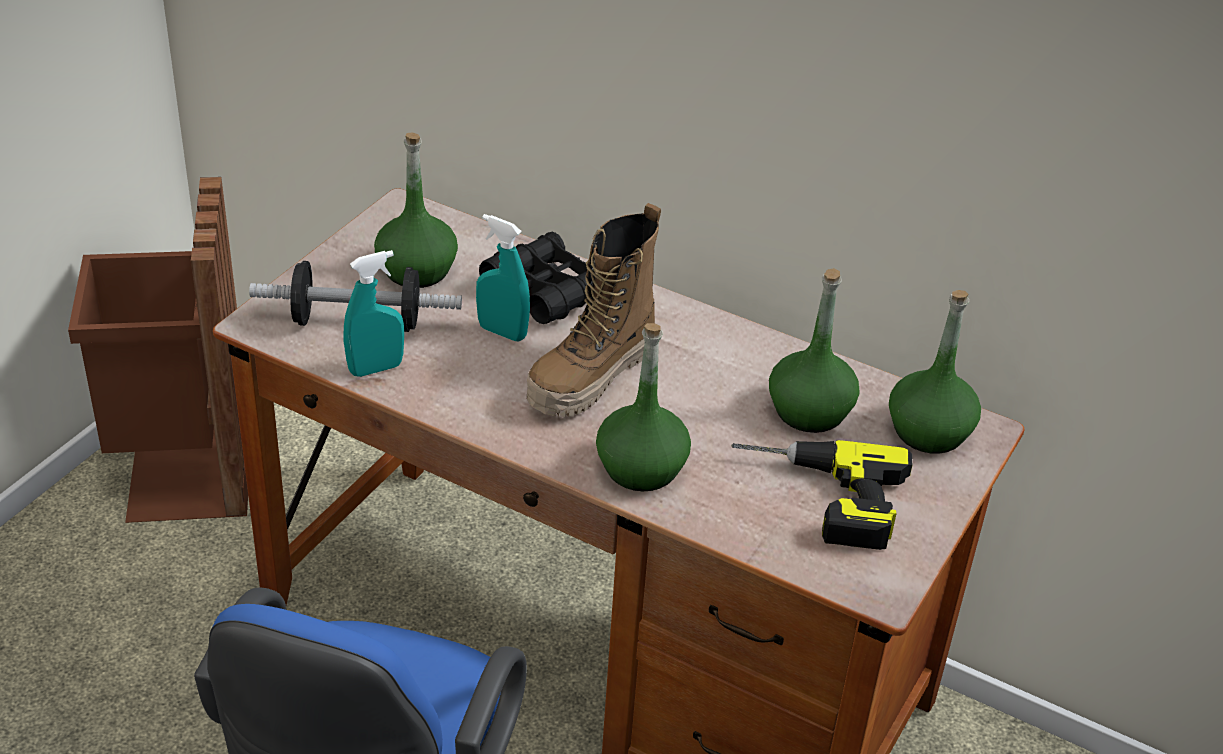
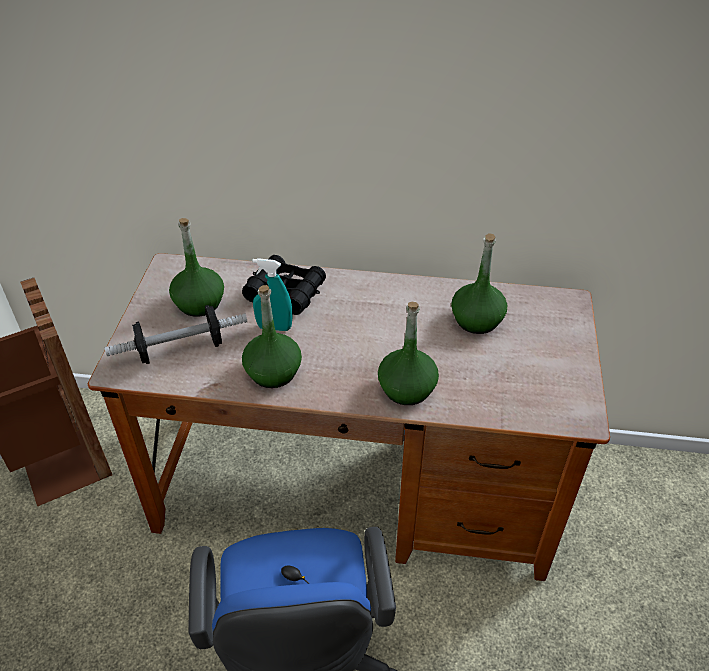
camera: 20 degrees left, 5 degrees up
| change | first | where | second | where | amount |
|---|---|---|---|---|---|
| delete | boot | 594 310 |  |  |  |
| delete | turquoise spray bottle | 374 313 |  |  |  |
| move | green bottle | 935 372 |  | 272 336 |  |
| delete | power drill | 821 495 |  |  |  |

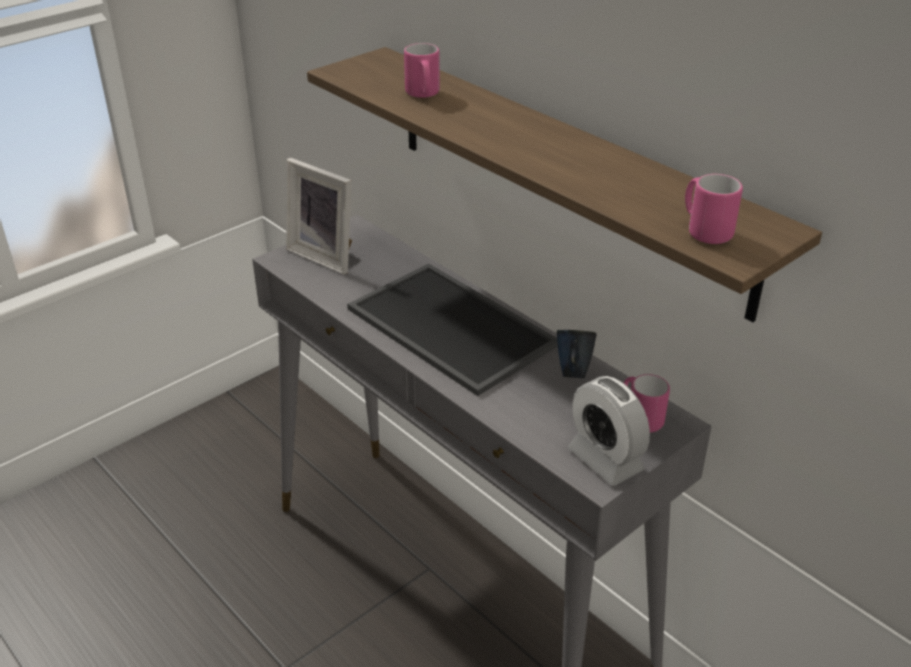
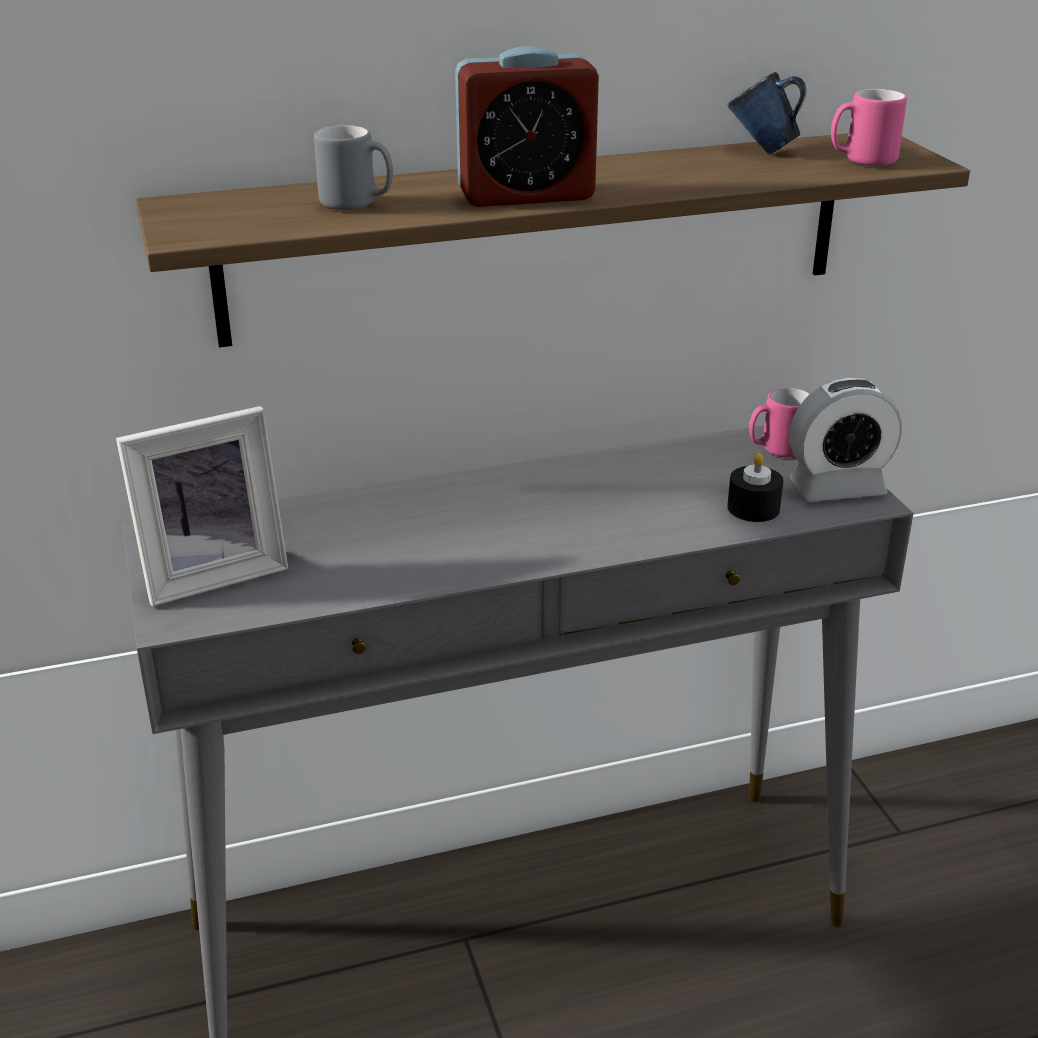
camera: 65 degrees left, 5 degrees down
| change | first | where | second | where | amount |
|---|---|---|---|---|---|
| recolor | pink mug | 422 70 | grey mug | 353 167 |  |
| delete | tray | 452 330 |  |  |  |
| move | blue mug | 576 354 |  | 767 113 |  |
| insert |  |  | alarm clock | 527 126 |  |
| insert |  |  | black candle | 755 487 |  |

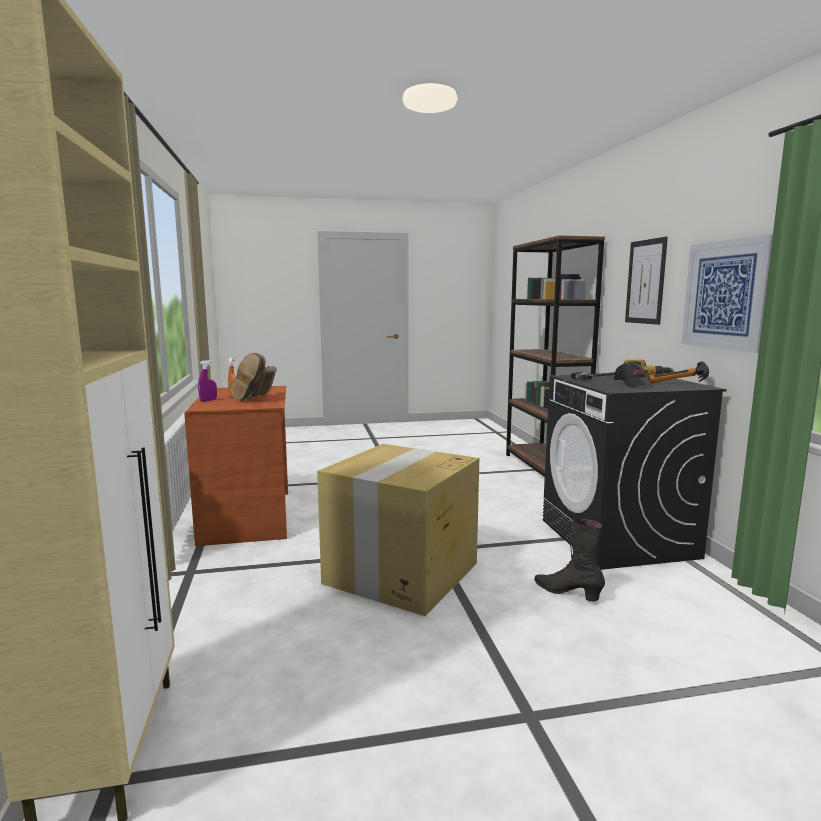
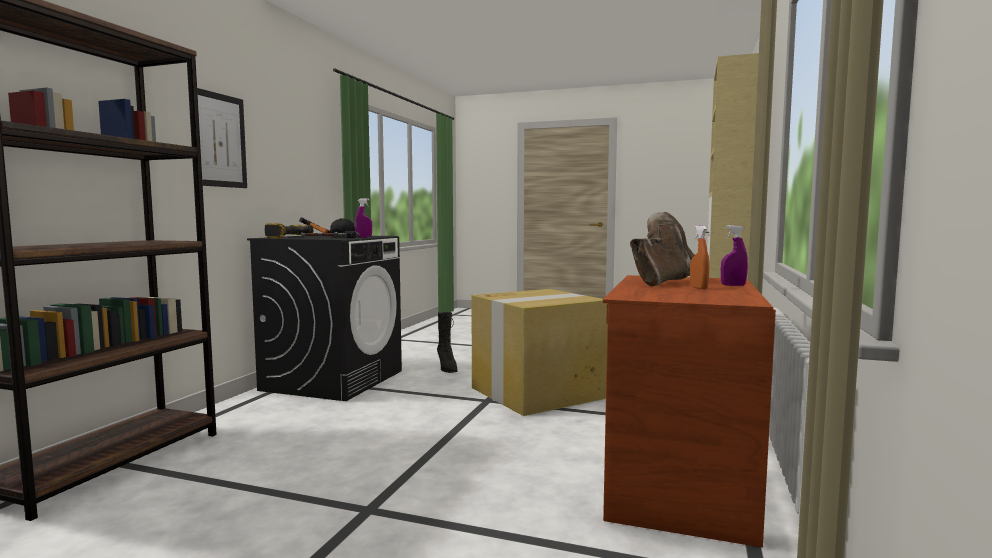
camera: 150 degrees left, 5 degrees down
| change | first | where | second | where | amount |
|---|---|---|---|---|---|
| delete | picture | 727 293 |  |  |  |
| insert |  |  | purple spray bottle | 363 217 |  |

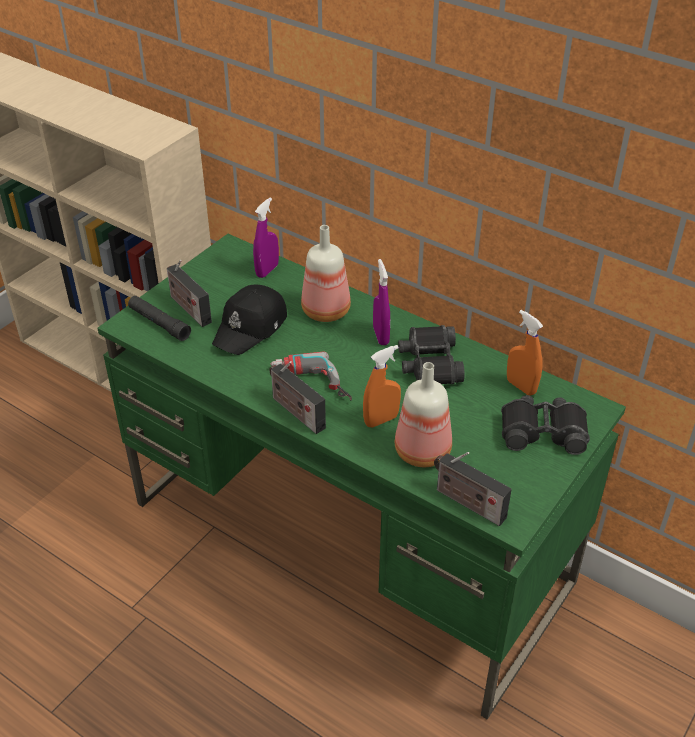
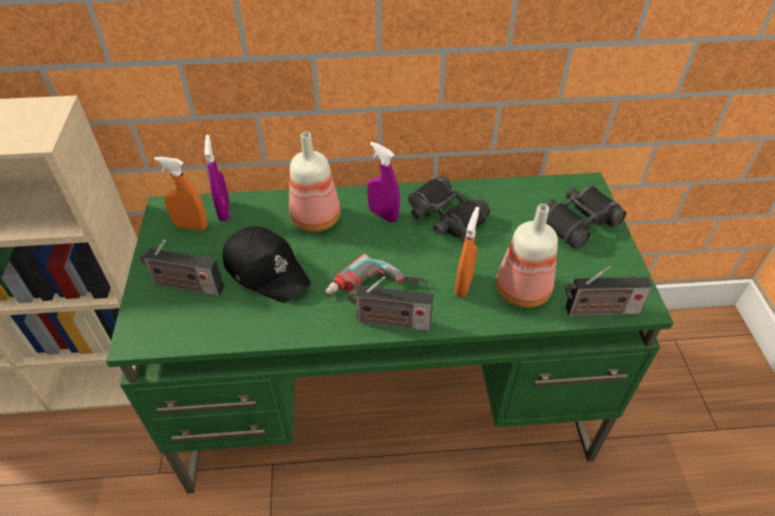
camera: 40 degrees left, 5 degrees up
| change | first | where | second | where | amount |
|---|---|---|---|---|---|
| rotate | black cap | 249 319 |  | 267 264 | 45 degrees counterclockwise |
| delete | black flashlight | 159 318 |  |  |  |
| move | orange spray bottle | 525 353 |  | 180 194 |  |

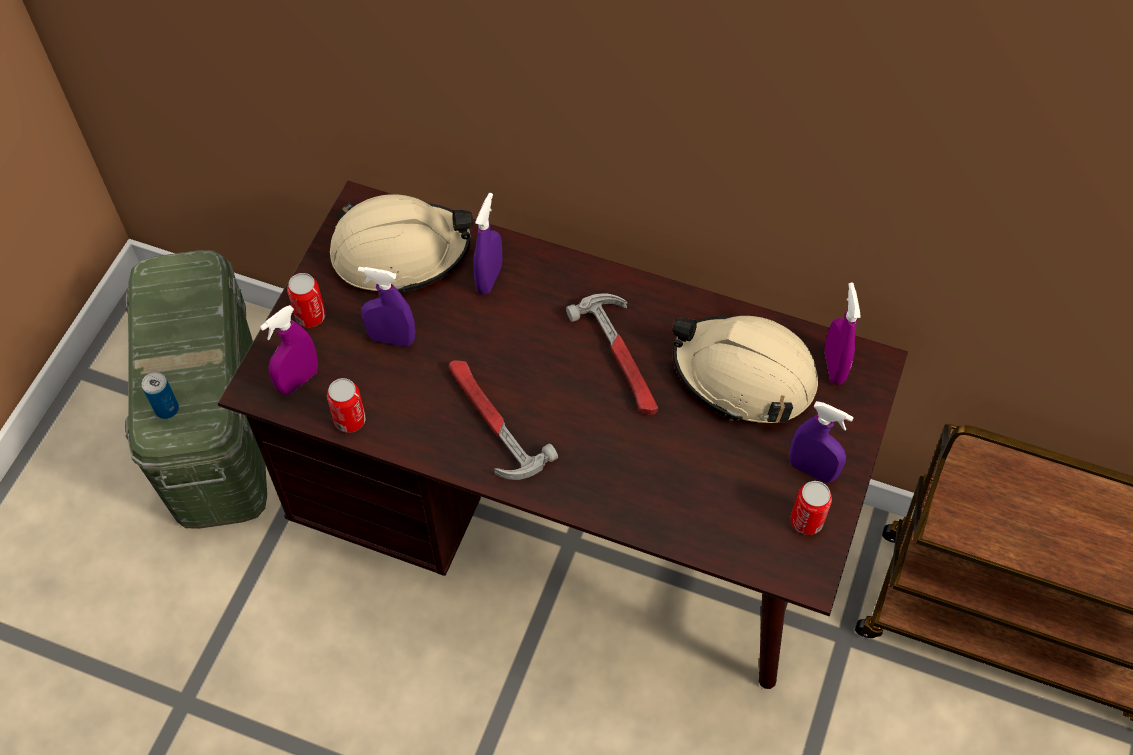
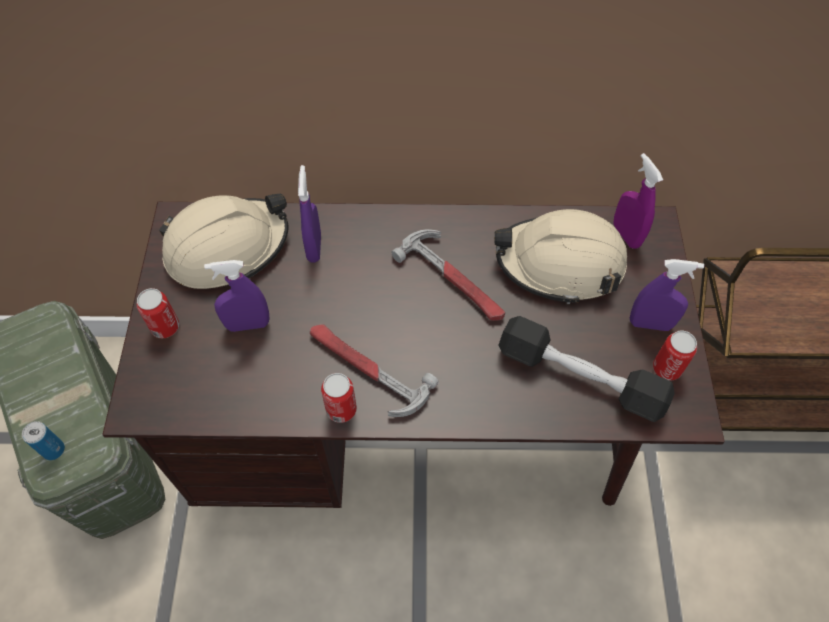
camera: 20 degrees left, 0 degrees up
| change | first | where | second | where | amount |
|---|---|---|---|---|---|
| delete | purple spray bottle | 289 350 |  |  |  |
| move | can | 346 405 |  | 339 398 |  |
| insert |  |  | black dumbbell | 586 369 |  |

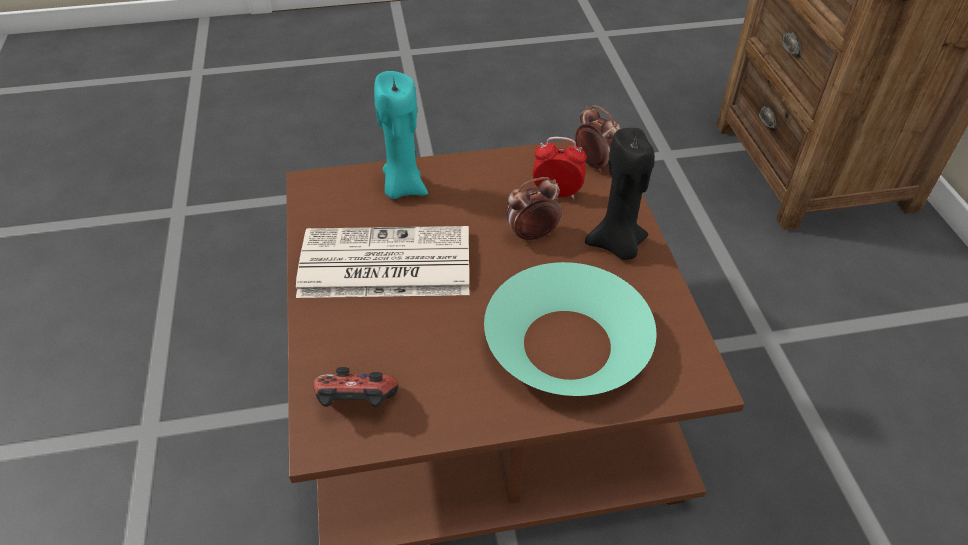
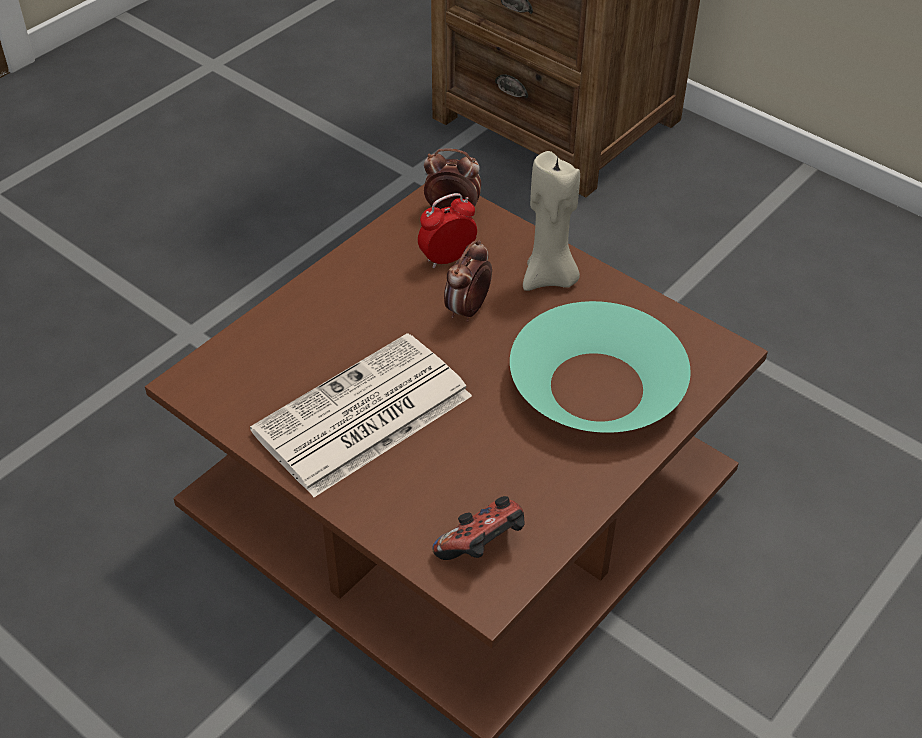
camera: 40 degrees left, 0 degrees up
| change | first | where | second | where | amount |
|---|---|---|---|---|---|
| delete | turquoise candle | 401 135 |  |  |  |
| recolor | black candle | 620 193 | beige candle | 551 221 |  |

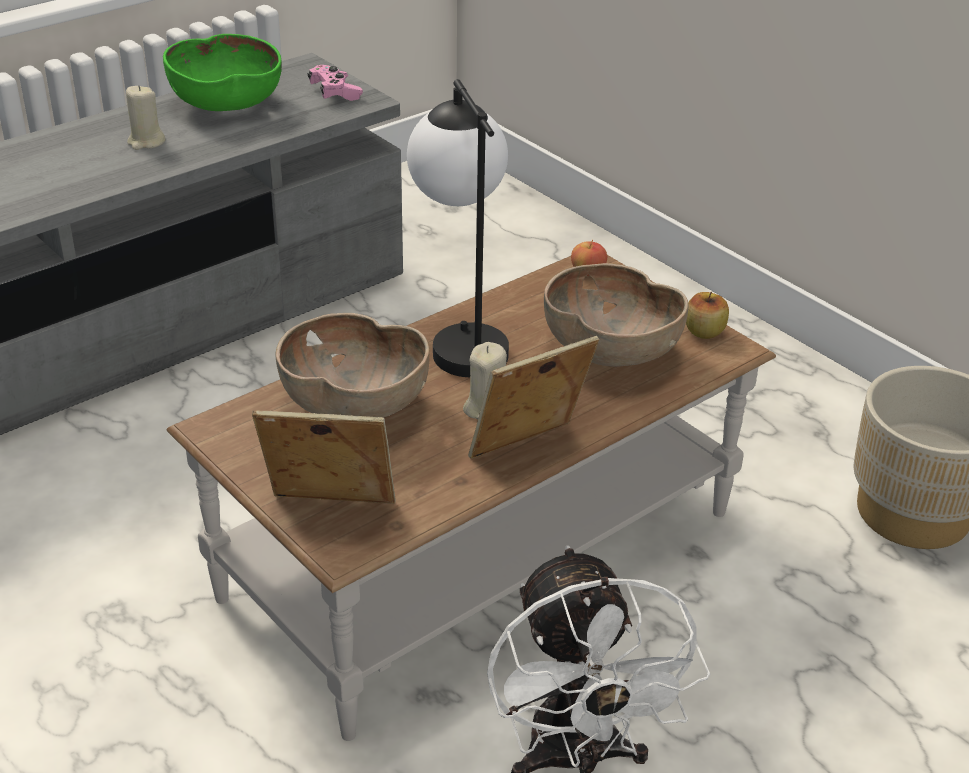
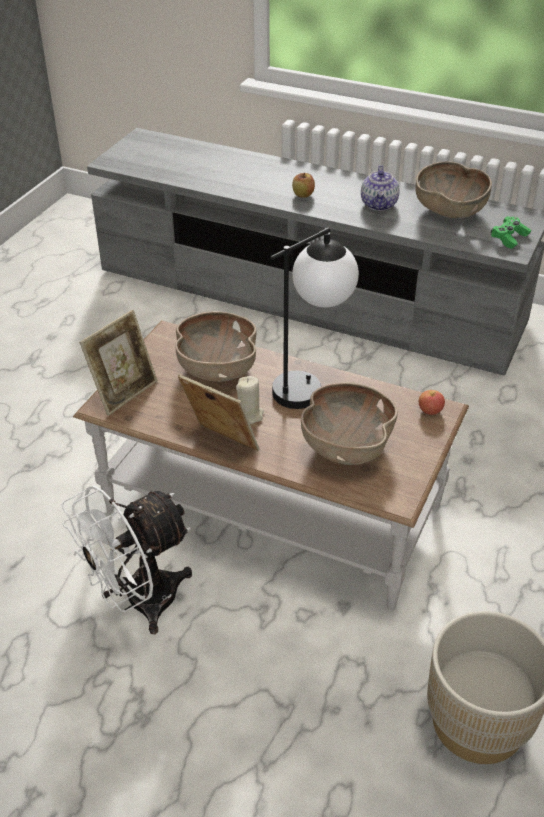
camera: 65 degrees right, 5 degrees up
| change | first | where | second | where | amount |
|---|---|---|---|---|---|
| recolor | green bowl | 222 72 | brown bowl | 453 189 |  |
| recolor | pink game controller | 335 83 | green game controller | 511 232 |  |
| replace | beige candle | 145 117 | teapot | 380 188 |  |
| move | apple | 707 315 |  | 303 185 |  |
| rotate | picture frame | 324 457 |  | 118 363 | 60 degrees clockwise |

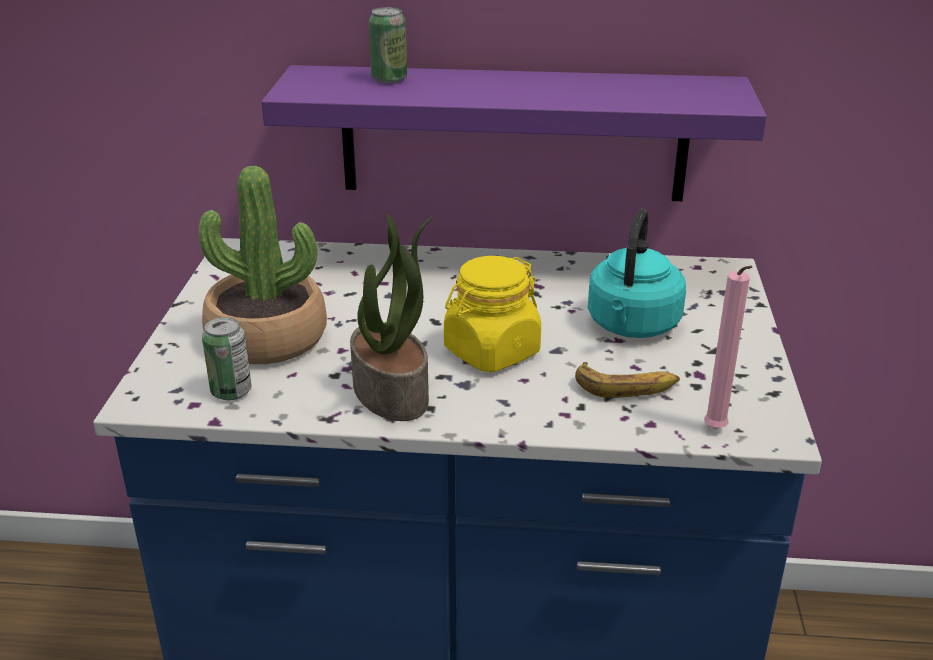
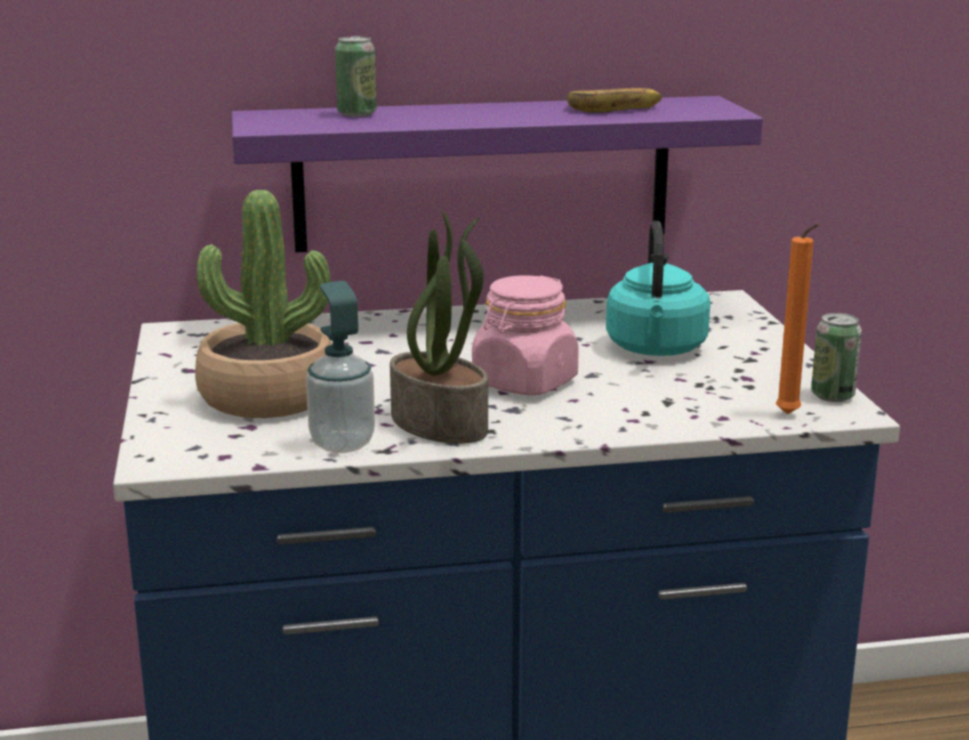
camera: 15 degrees left, 10 degrees down
| change | first | where | second | where | amount |
|---|---|---|---|---|---|
| recolor | yellow jar | 492 314 | pink jar | 525 335 |  |
| recolor | pink candle | 728 347 | orange candle | 797 318 |  |
| move | can | 227 358 |  | 836 357 |  |
| move | banana | 627 380 |  | 614 100 |  |
| insert |  |  | soap dispenser | 340 367 |  |

